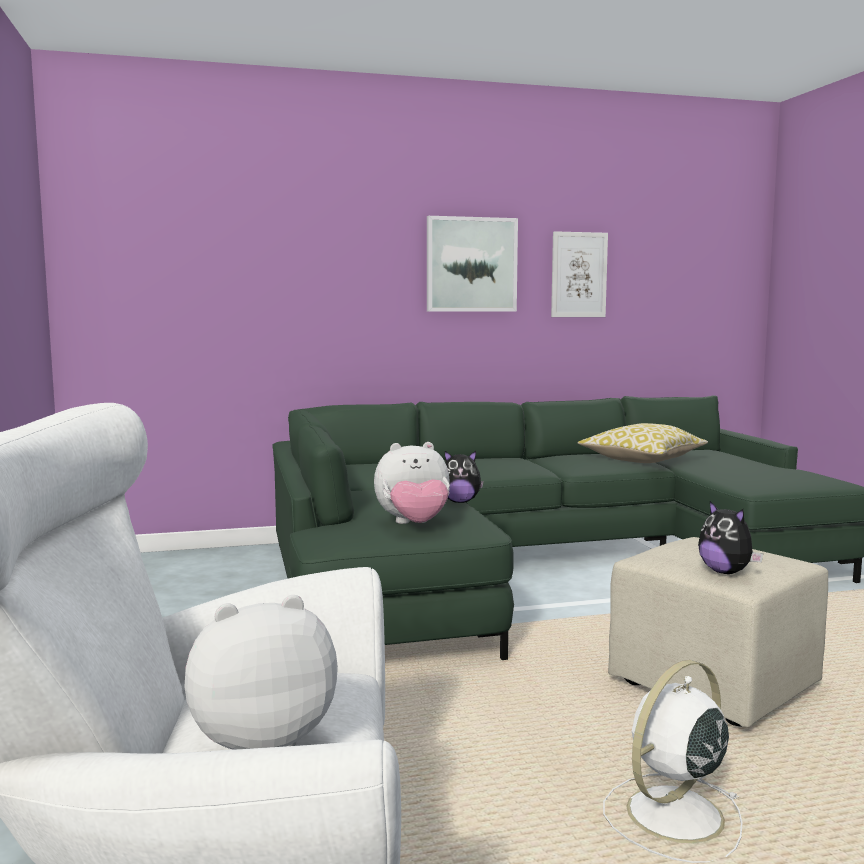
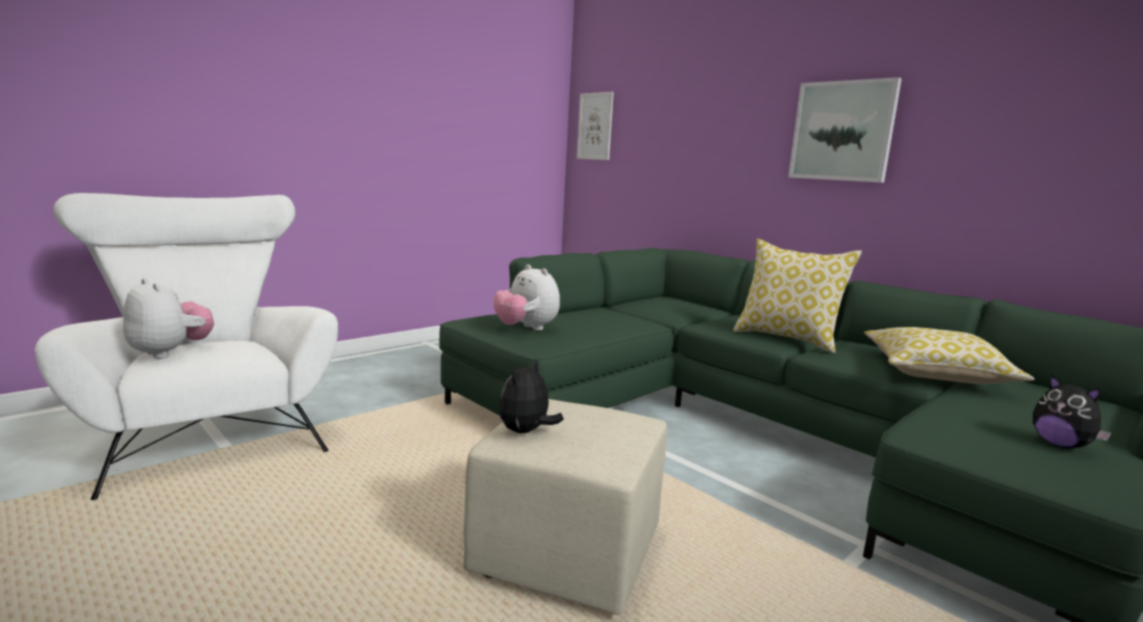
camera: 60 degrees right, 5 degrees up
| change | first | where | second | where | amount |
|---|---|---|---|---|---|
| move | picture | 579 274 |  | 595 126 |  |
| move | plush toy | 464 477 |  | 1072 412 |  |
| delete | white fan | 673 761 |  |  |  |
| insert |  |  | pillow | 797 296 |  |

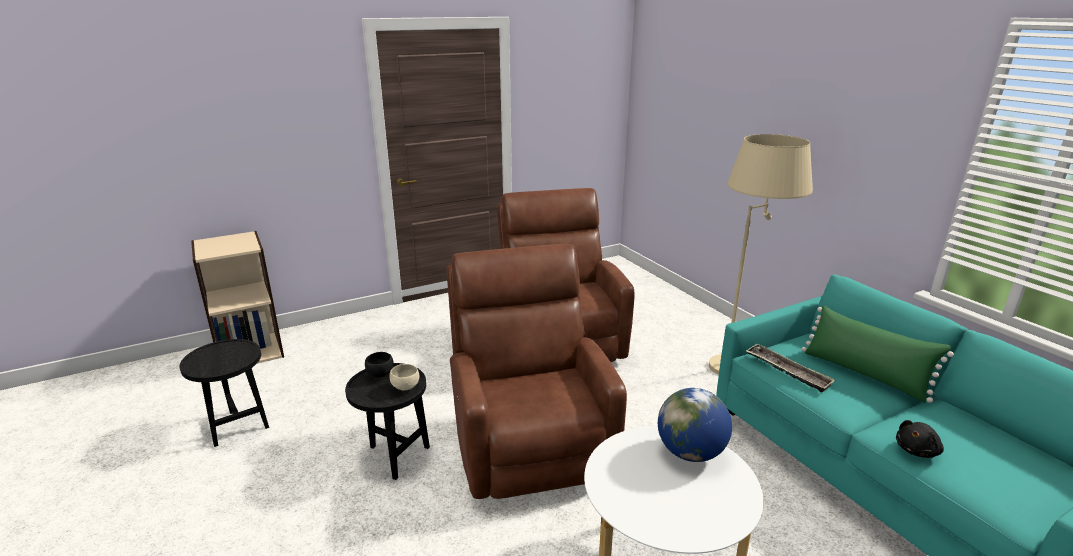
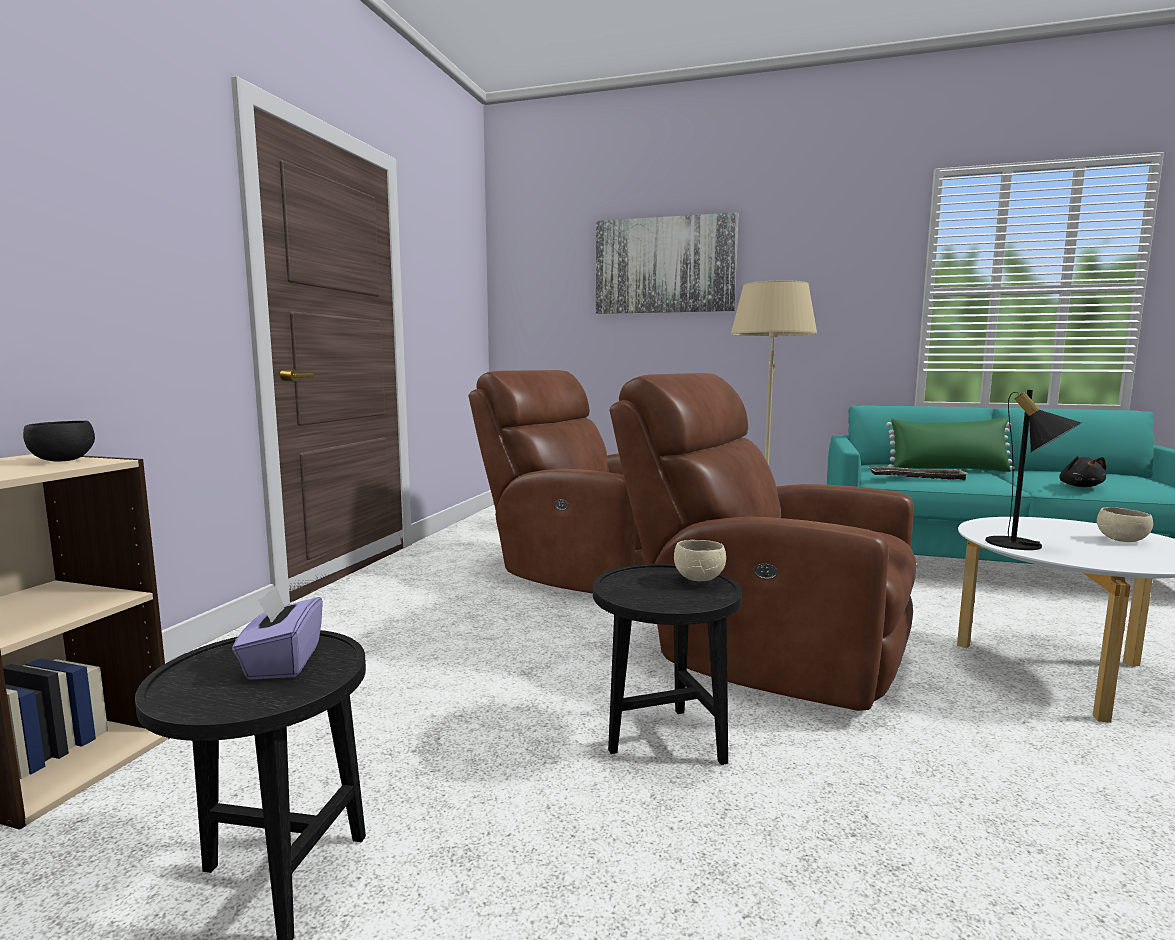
camera: 45 degrees left, 15 degrees down
| change | first | where | second | where | amount |
|---|---|---|---|---|---|
| move | black bowl | 379 364 |  | 59 440 |  |
| delete | globe | 695 425 |  |  |  |
| insert |  |  | picture | 667 263 |  |
| insert |  |  | black table lamp | 1033 470 |  |
| insert |  |  | beige bowl | 1125 524 |  |
| insert |  |  | purple tissue box | 277 632 |  |

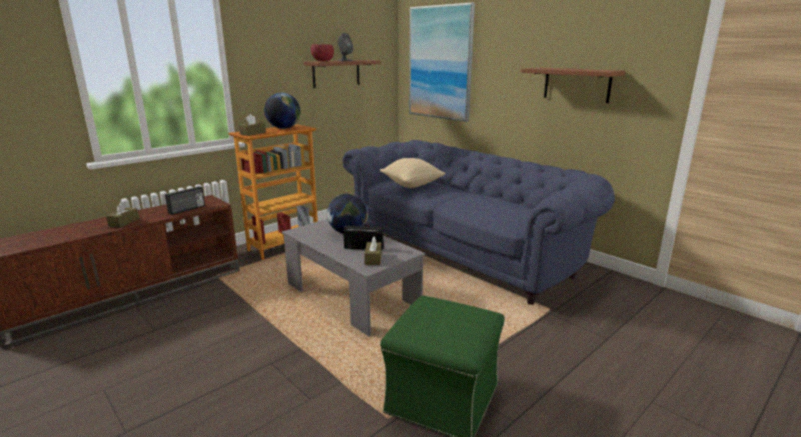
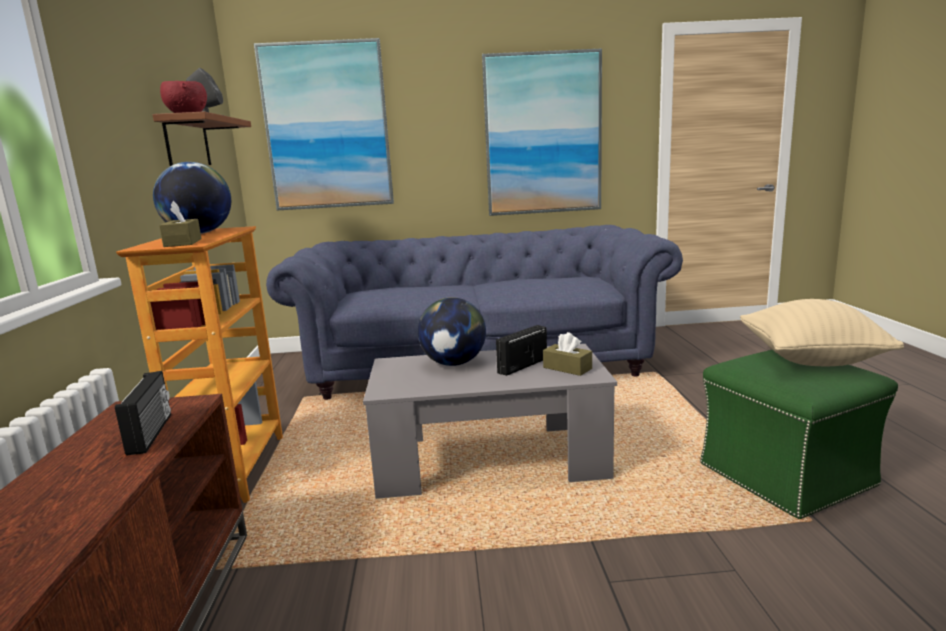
camera: 50 degrees left, 5 degrees down
| change | first | where | second | where | amount |
|---|---|---|---|---|---|
| replace | brown shelf | 573 85 | picture | 542 132 |  |
| move | beige pillow | 413 173 |  | 822 332 |  |
| delete | brown tissue box | 122 214 |  |  |  |

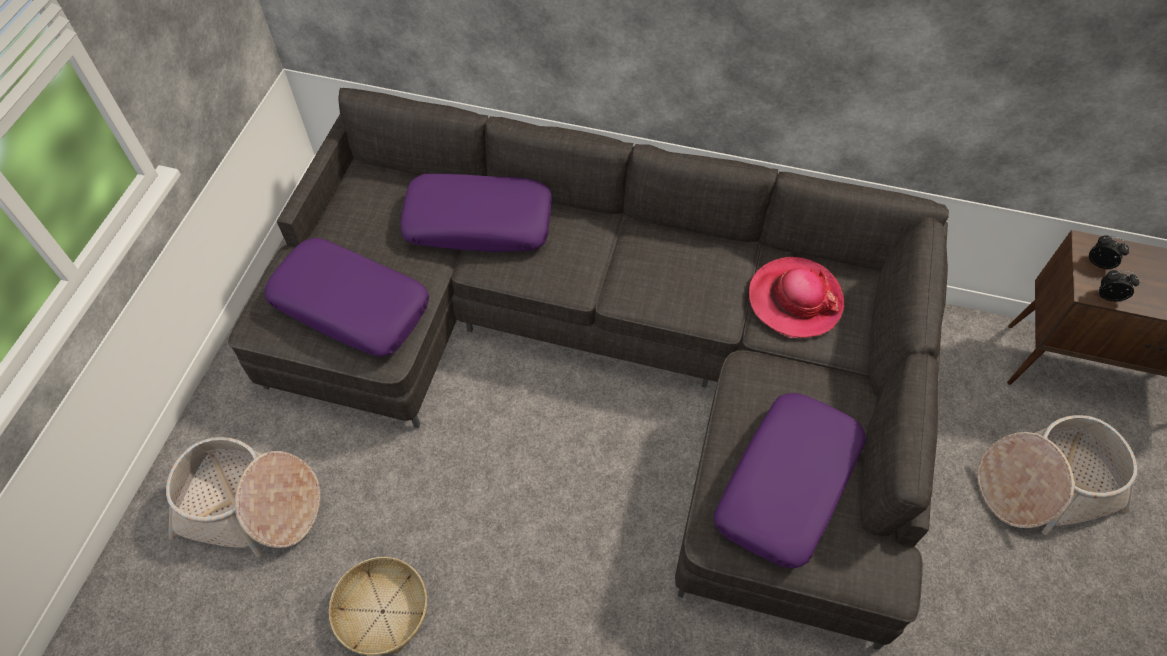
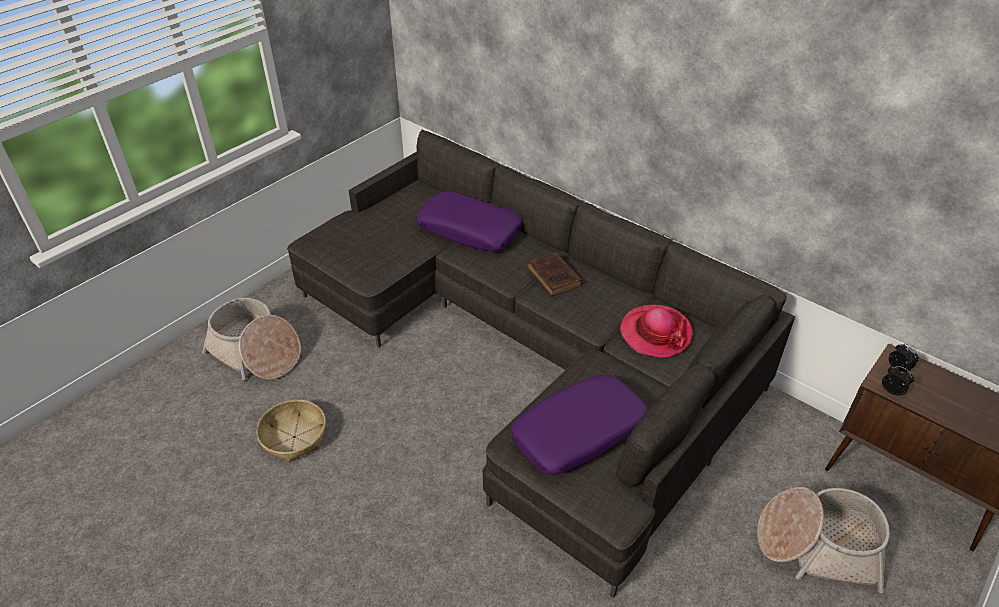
camera: 25 degrees right, 15 degrees down
| change | first | where | second | where | amount |
|---|---|---|---|---|---|
| delete | purple pillow | 347 297 |  |  |  |
| insert |  |  | brown book | 554 274 |  |

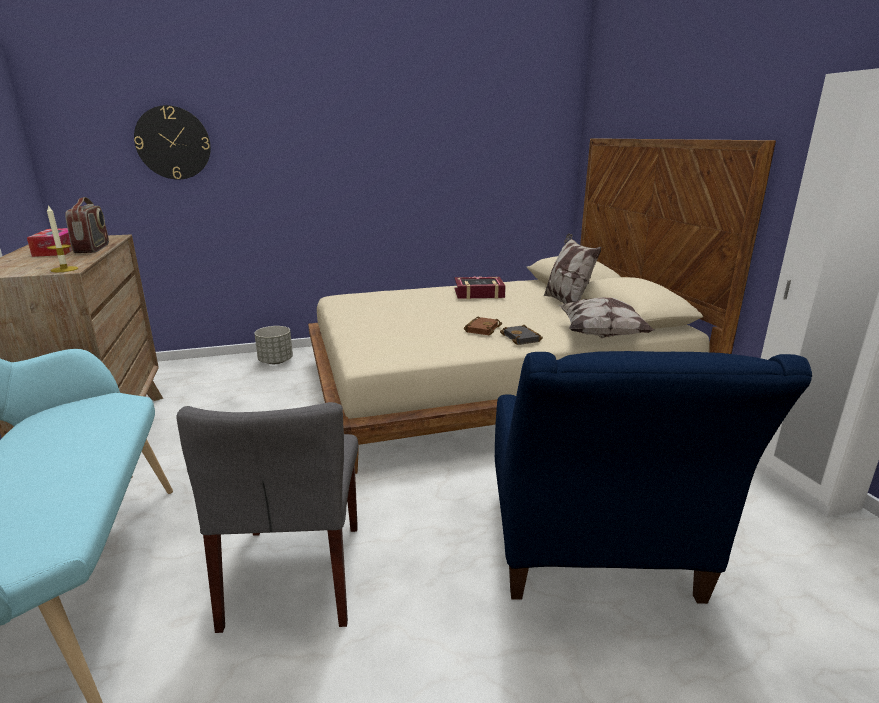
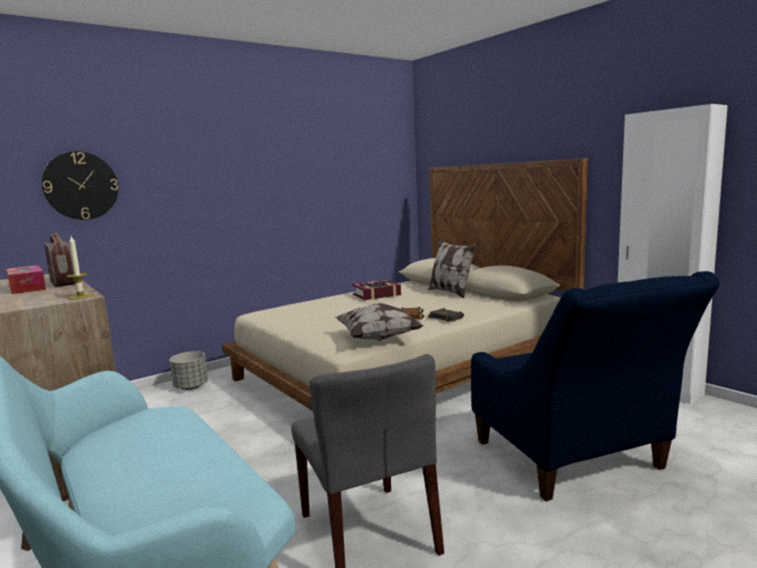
camera: 20 degrees left, 10 degrees down
| change | first | where | second | where | amount |
|---|---|---|---|---|---|
| move | pillow | 606 317 |  | 379 322 |  |

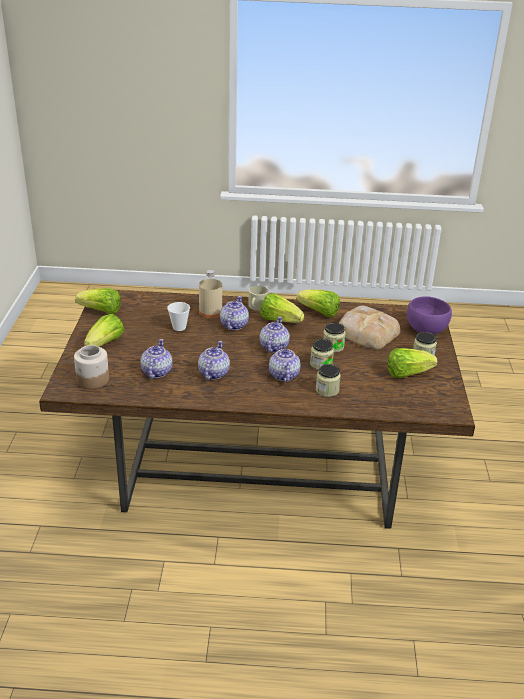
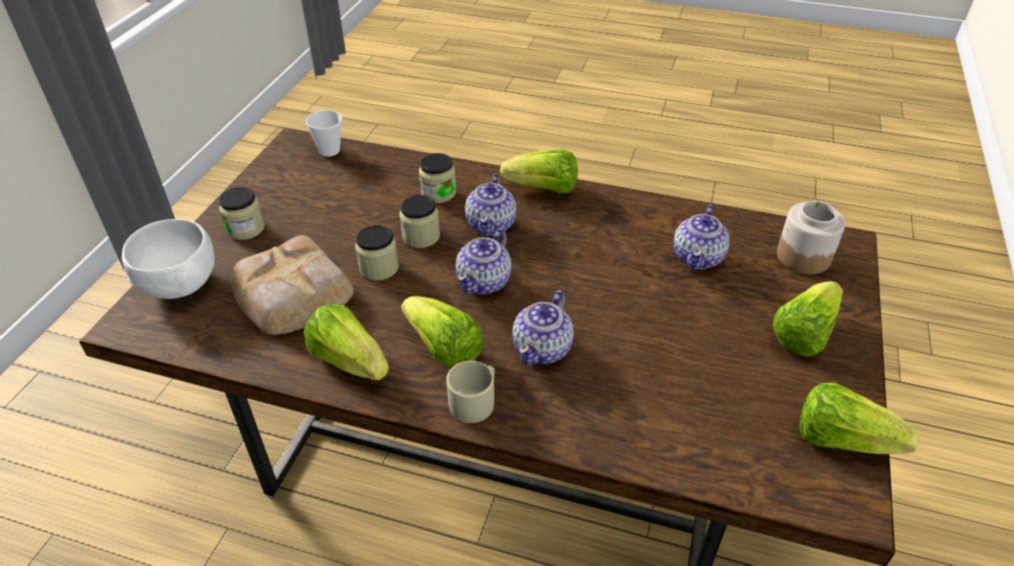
camera: 165 degrees left, 10 degrees up
| change | first | where | second | where | amount |
|---|---|---|---|---|---|
| delete | beige bottle | 210 294 |  |  |  |
| recolor | purple bowl | 429 315 | white bowl | 168 259 |  |
| move | cup | 178 316 |  | 324 133 |  |
| delete | teapot | 214 360 |  |  |  |
| move | lettuce | 412 363 |  | 539 171 |  |

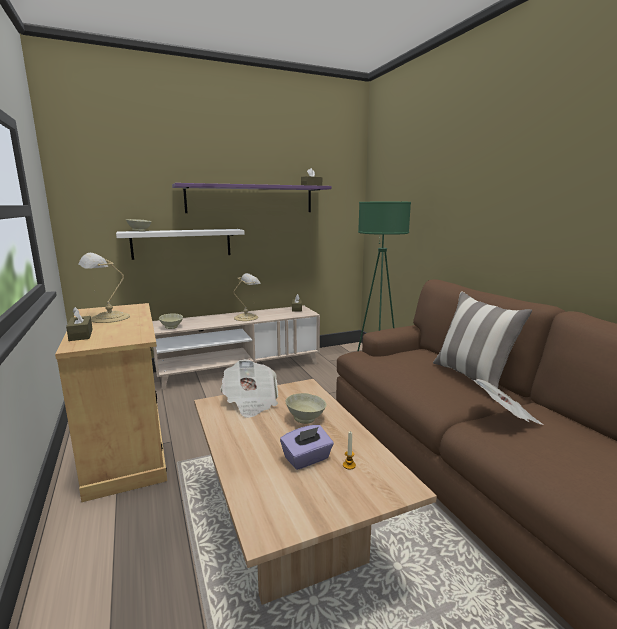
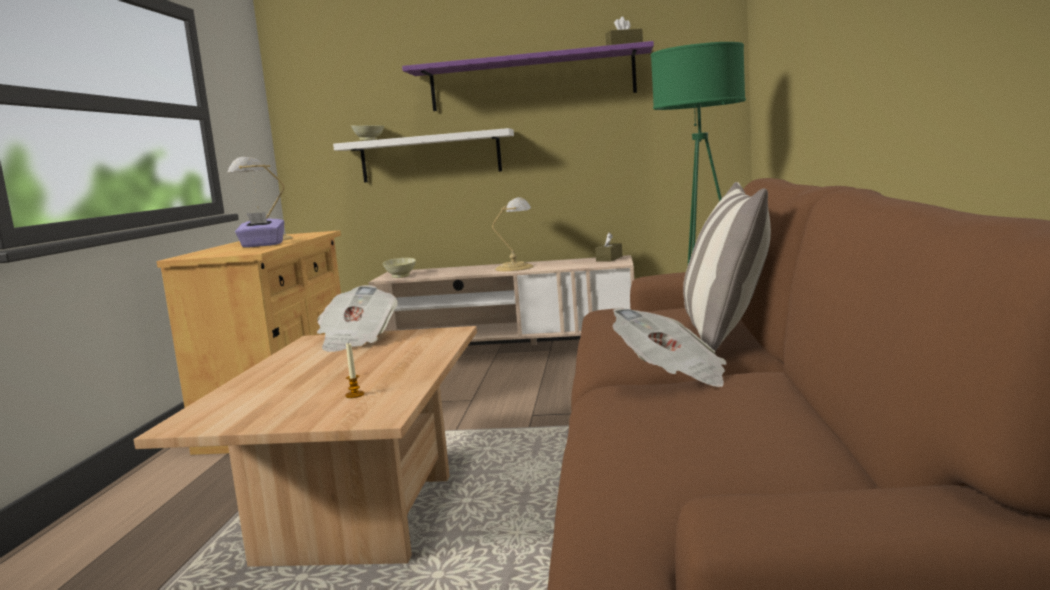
camera: 30 degrees right, 5 degrees down
| change | first | where | second | where | amount |
|---|---|---|---|---|---|
| delete | brown tissue box | 79 324 |  |  |  |
| delete | beige bowl | 306 408 |  |  |  |
| move | purple tissue box | 307 447 |  | 260 230 |  |

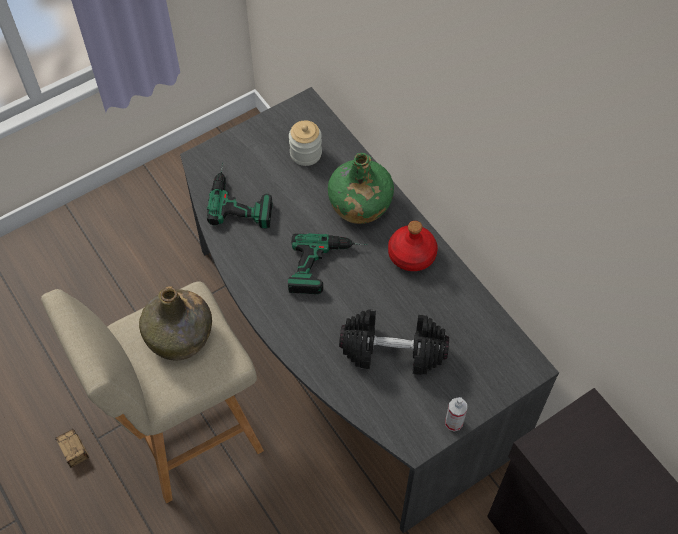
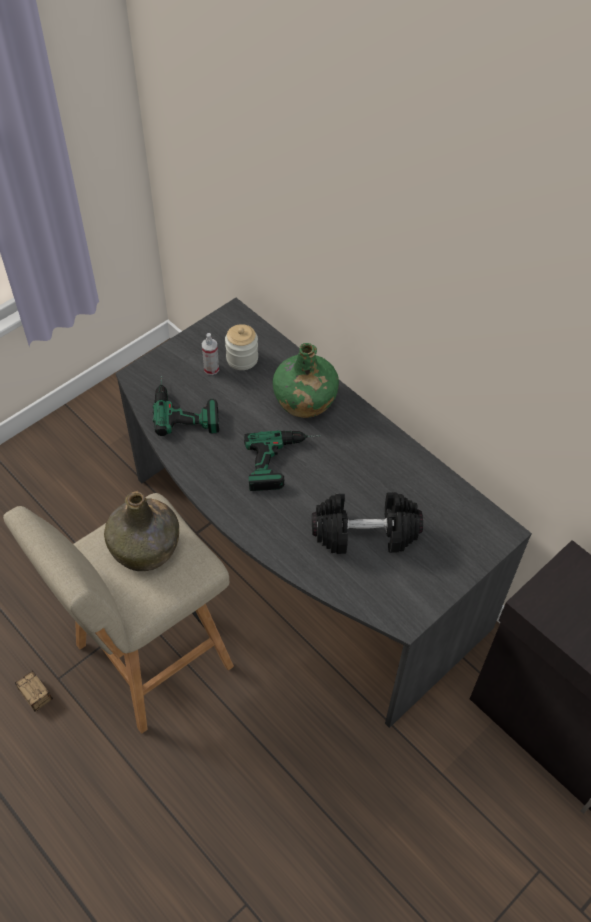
camera: 10 degrees left, 5 degrees down
| change | first | where | second | where | amount |
|---|---|---|---|---|---|
| delete | red bottle | 413 246 |  |  |  |
| move | spray bottle | 456 414 |  | 210 354 |  |

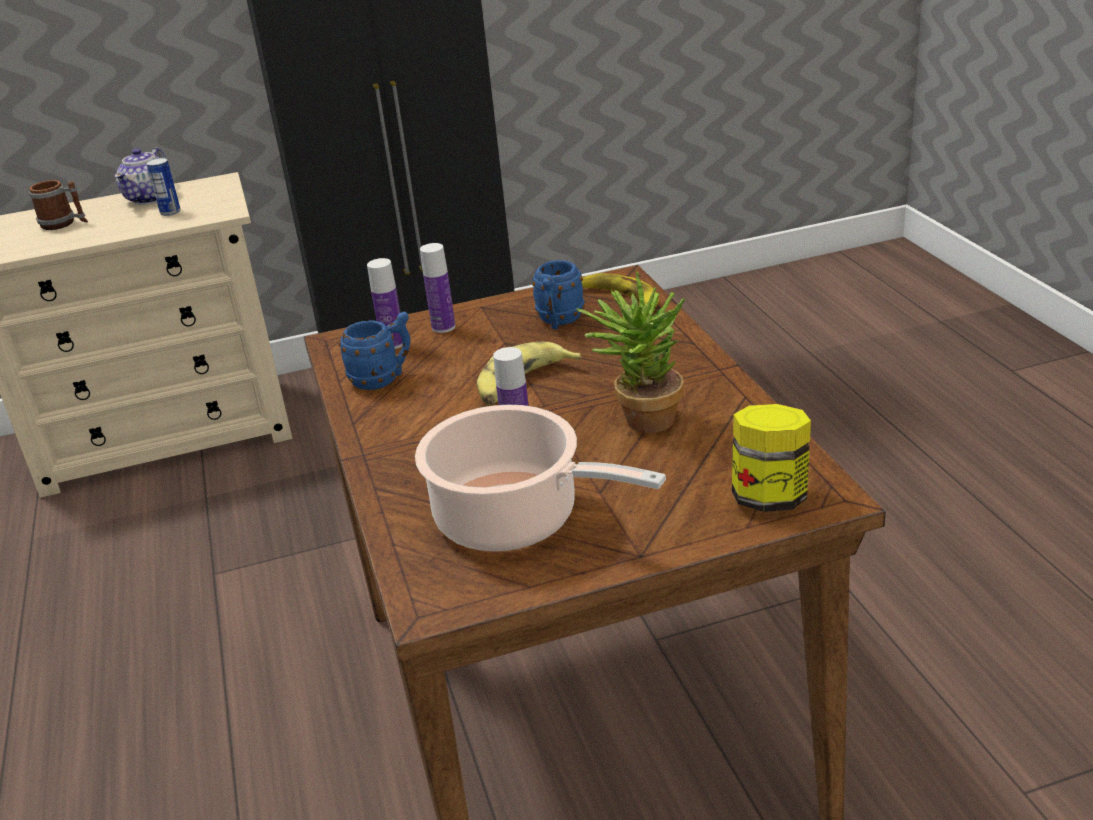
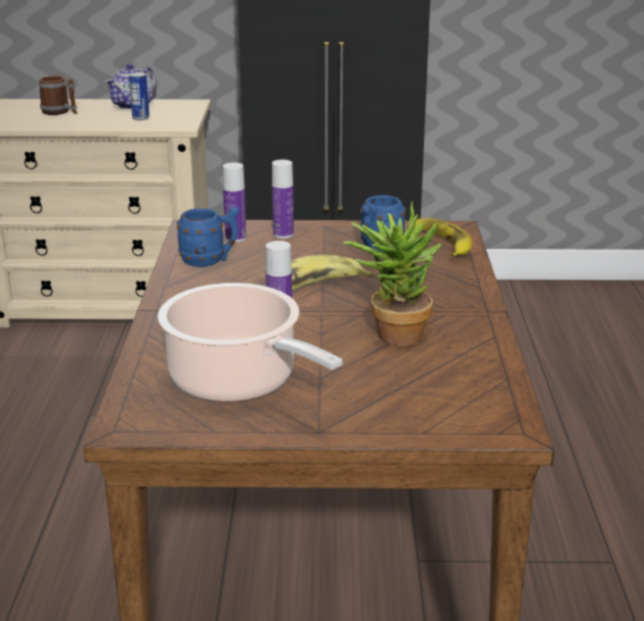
camera: 15 degrees right, 5 degrees down
| change | first | where | second | where | amount |
|---|---|---|---|---|---|
| delete | jar | 771 458 |  |  |  |

